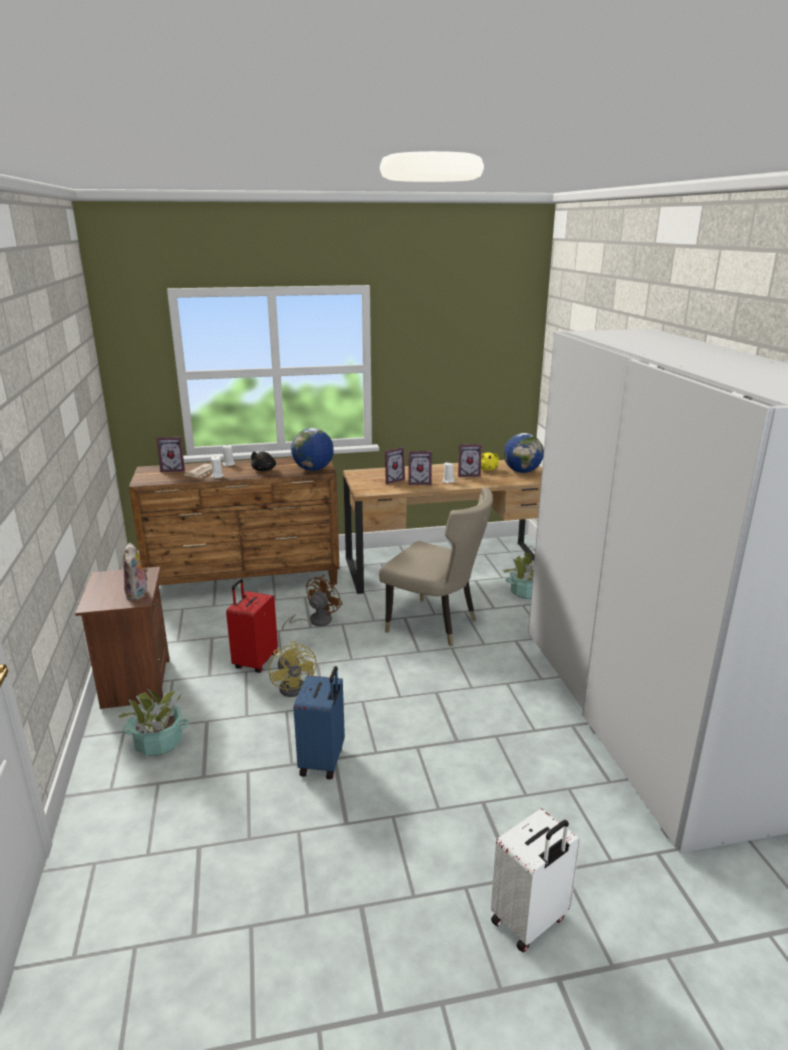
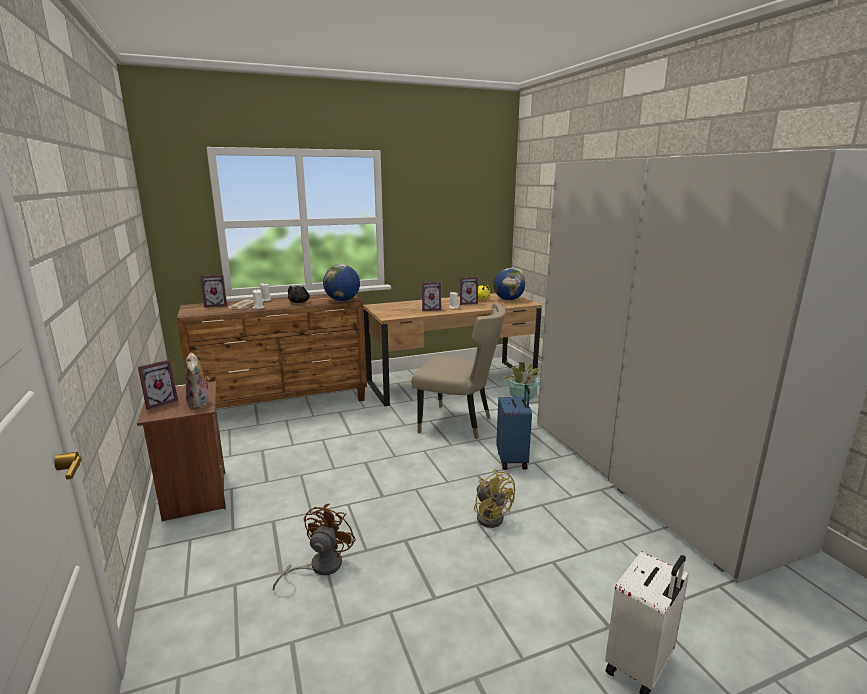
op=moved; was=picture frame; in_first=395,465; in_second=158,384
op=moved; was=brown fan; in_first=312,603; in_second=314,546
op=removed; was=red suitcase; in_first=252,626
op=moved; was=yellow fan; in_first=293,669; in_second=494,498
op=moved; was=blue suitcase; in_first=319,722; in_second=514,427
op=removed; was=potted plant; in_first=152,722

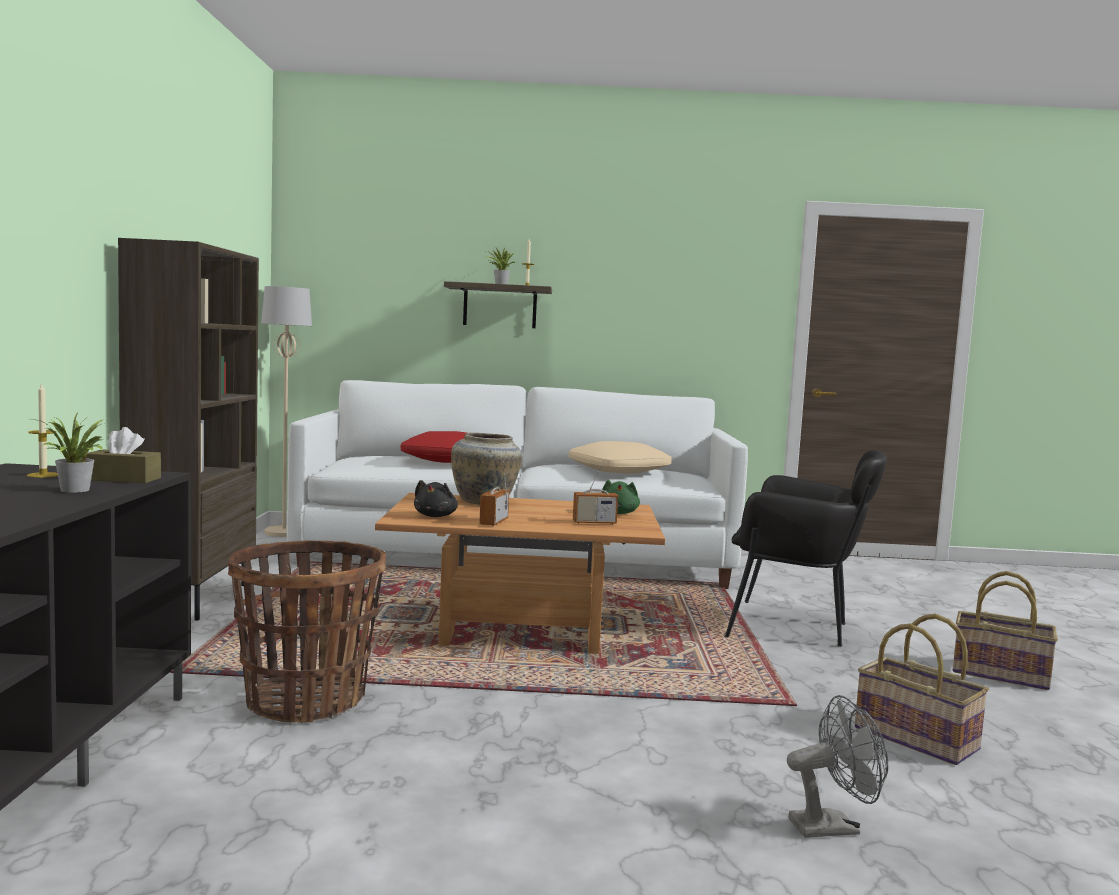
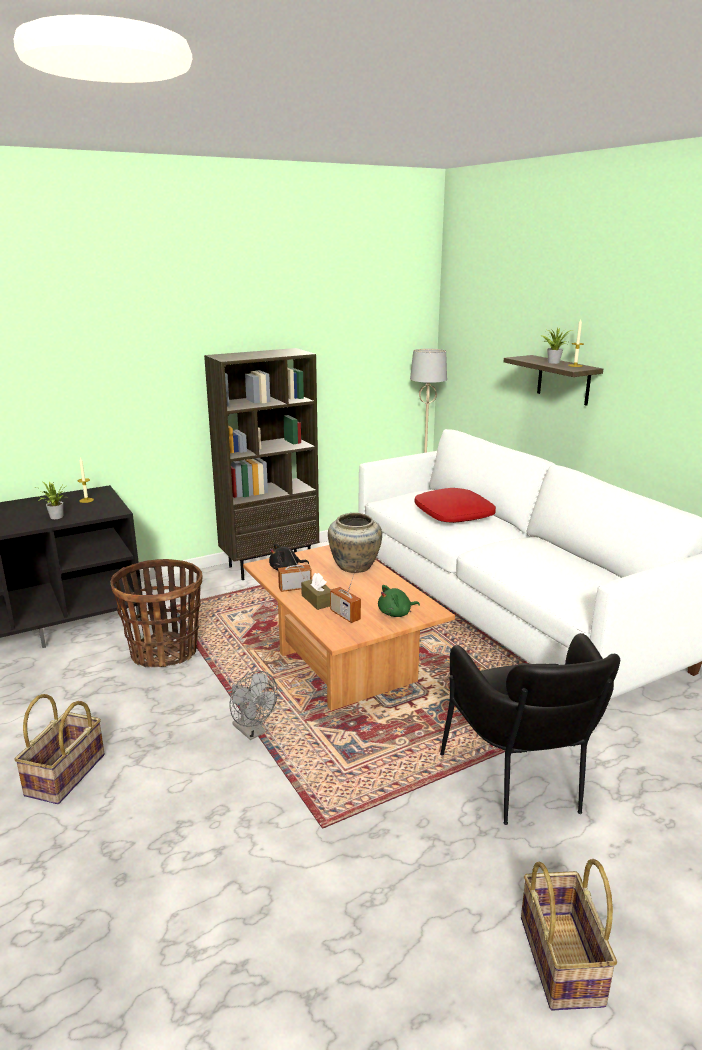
op=moved; was=brown tissue box; in_first=123,455; in_second=316,591
op=removed; was=beige pillow; in_first=620,457
op=moved; was=basket; in_first=922,689; in_second=59,749
op=moved; was=grey fan; in_first=837,766; in_second=253,705

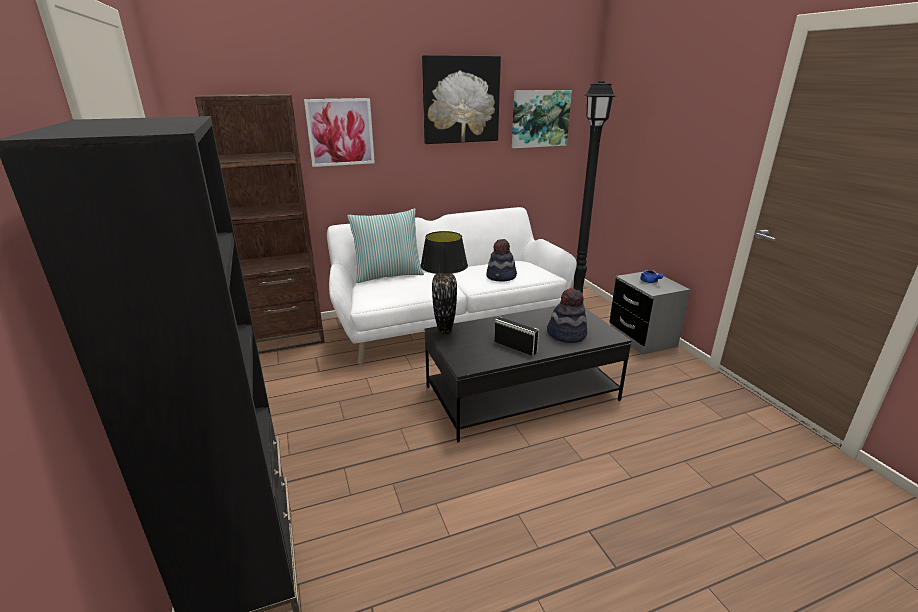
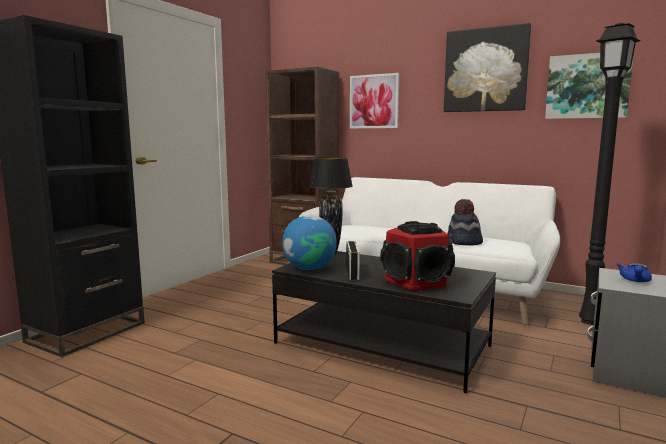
op=removed; was=pillow; in_first=385,246
op=replaced; was=hat; now=speaker; in_first=567,315; in_second=417,256
op=added; now=globe; in_second=309,243

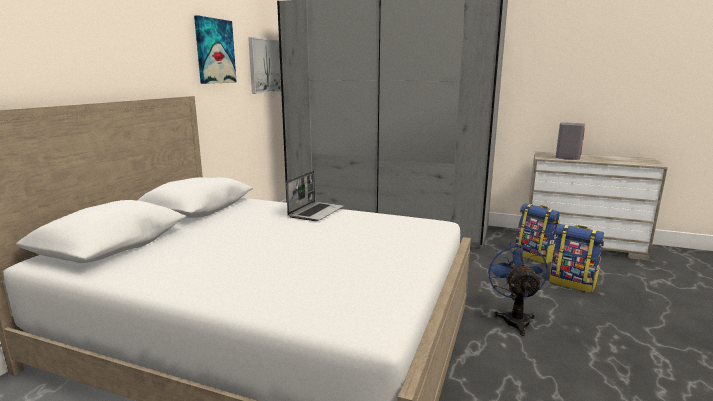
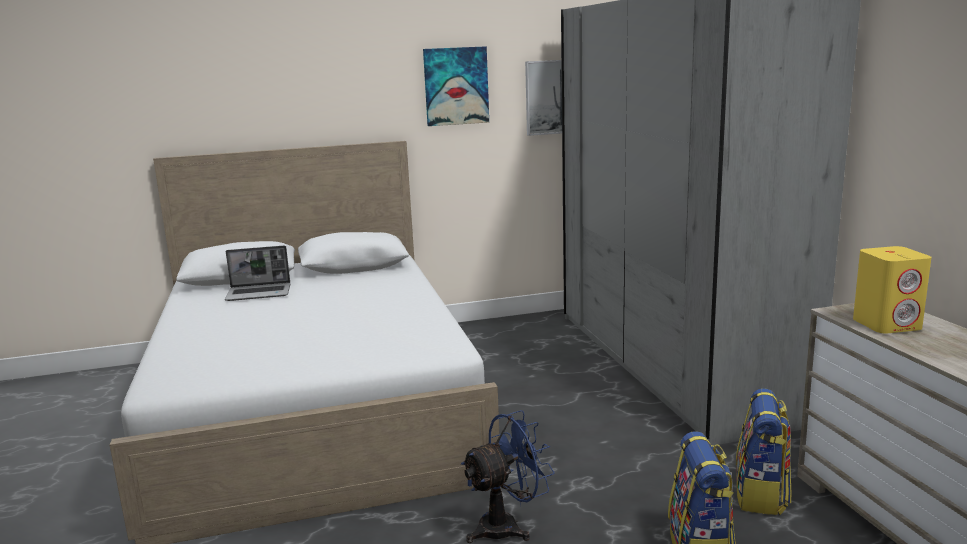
op=recoloured; was=grey speaker; now=yellow speaker; in_first=570,141; in_second=892,290
op=moved; was=laptop; in_first=315,196; in_second=258,273

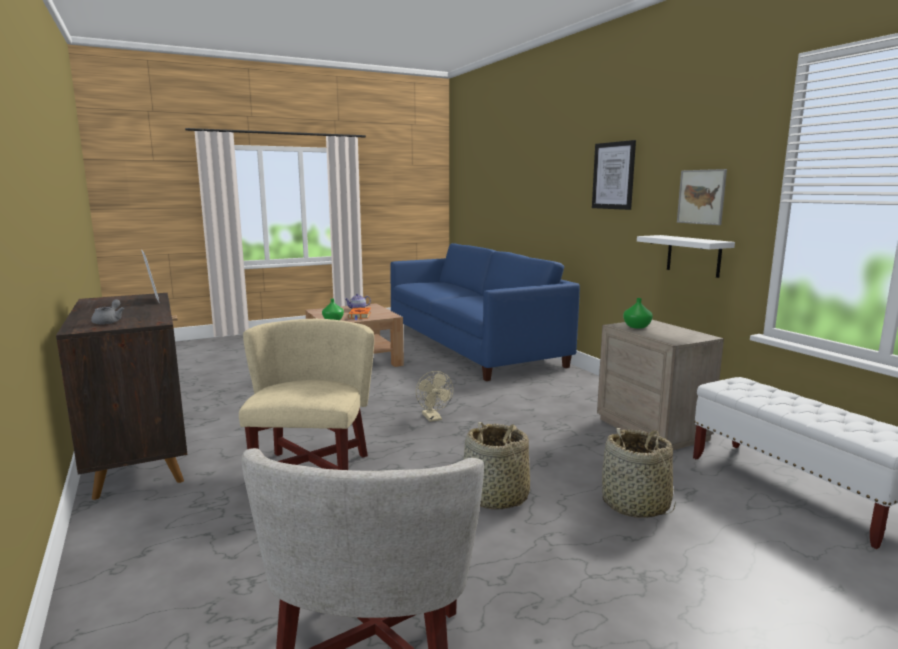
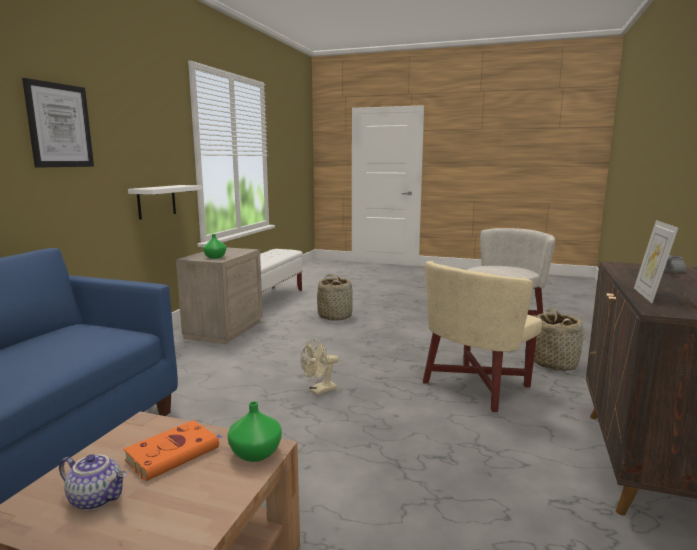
op=removed; was=picture; in_first=702,197
op=turned; was=beige fan; in_first=434,396; in_second=320,367; clockwise=-150
op=moved; was=basket; in_first=496,466; in_second=558,340

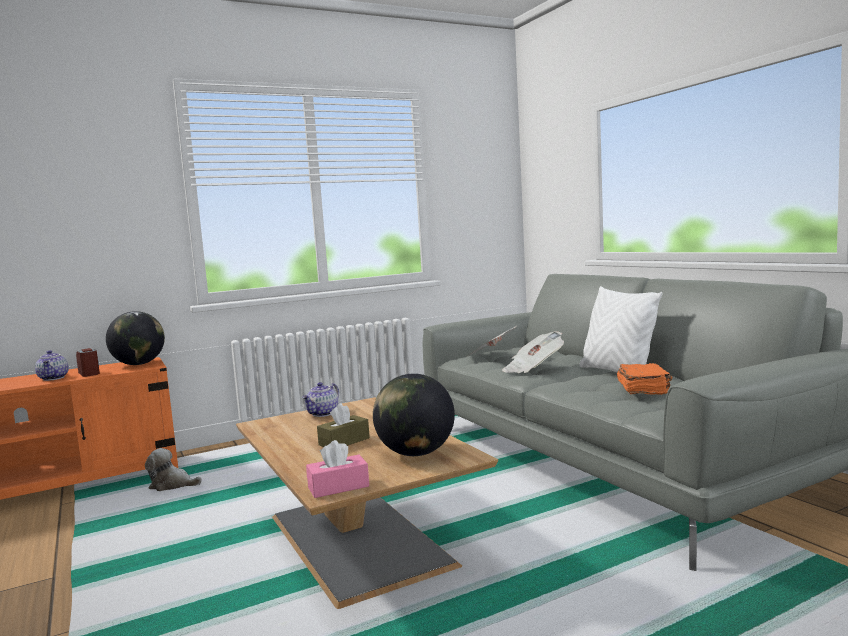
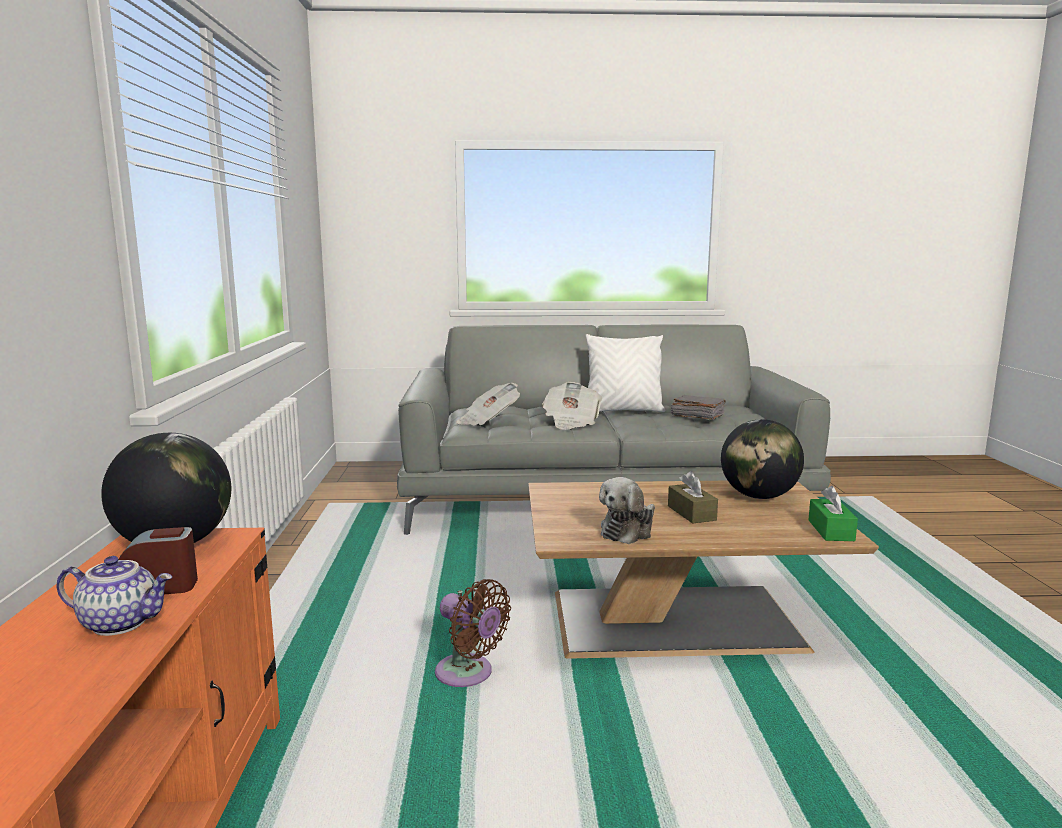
op=recoloured; was=orange book; now=grey book; in_first=645,379; in_second=698,407
op=removed; was=teapot; in_first=320,399
op=recoloured; was=pink tissue box; now=green tissue box; in_first=337,469; in_second=833,513
op=moved; was=plush toy; in_first=173,469; in_second=627,510
op=added; now=brown fan; in_second=473,633

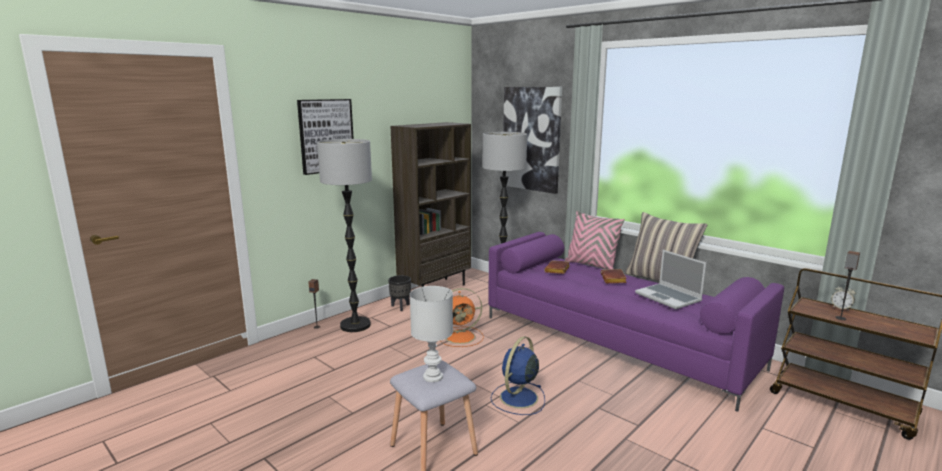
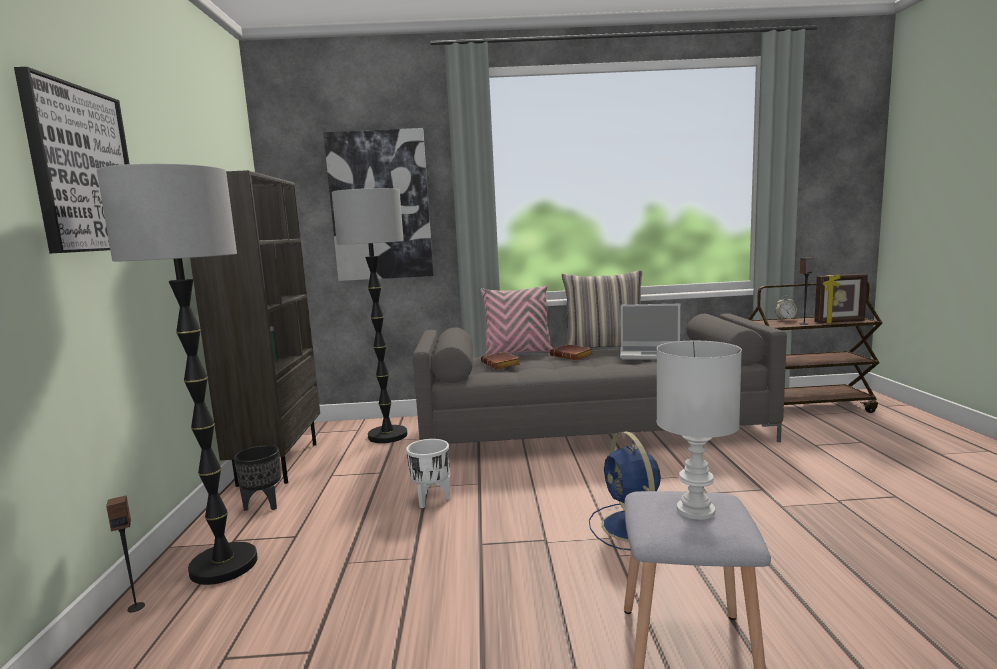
op=recoloured; was=purple sofa; now=grey sofa; in_first=636,322; in_second=600,378
op=replaced; was=orange fan; now=white planter; in_first=462,317; in_second=428,473
op=added; now=picture frame; in_second=841,299

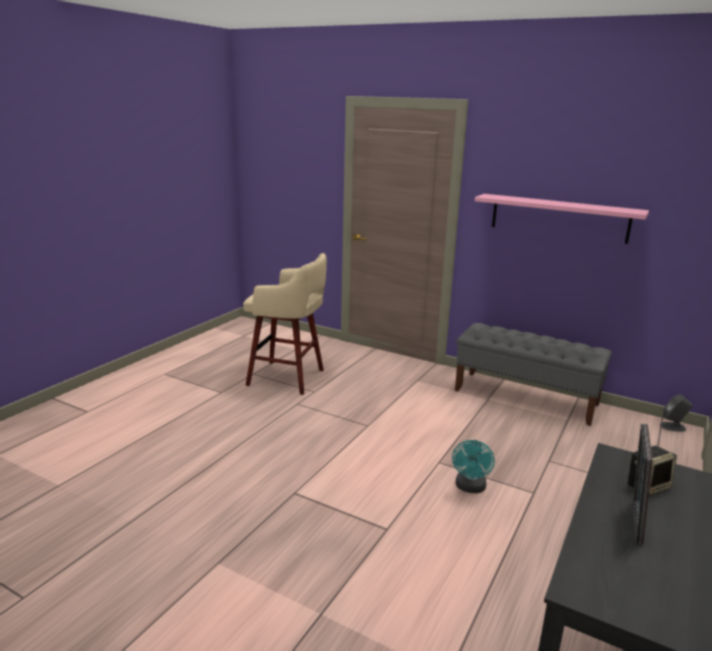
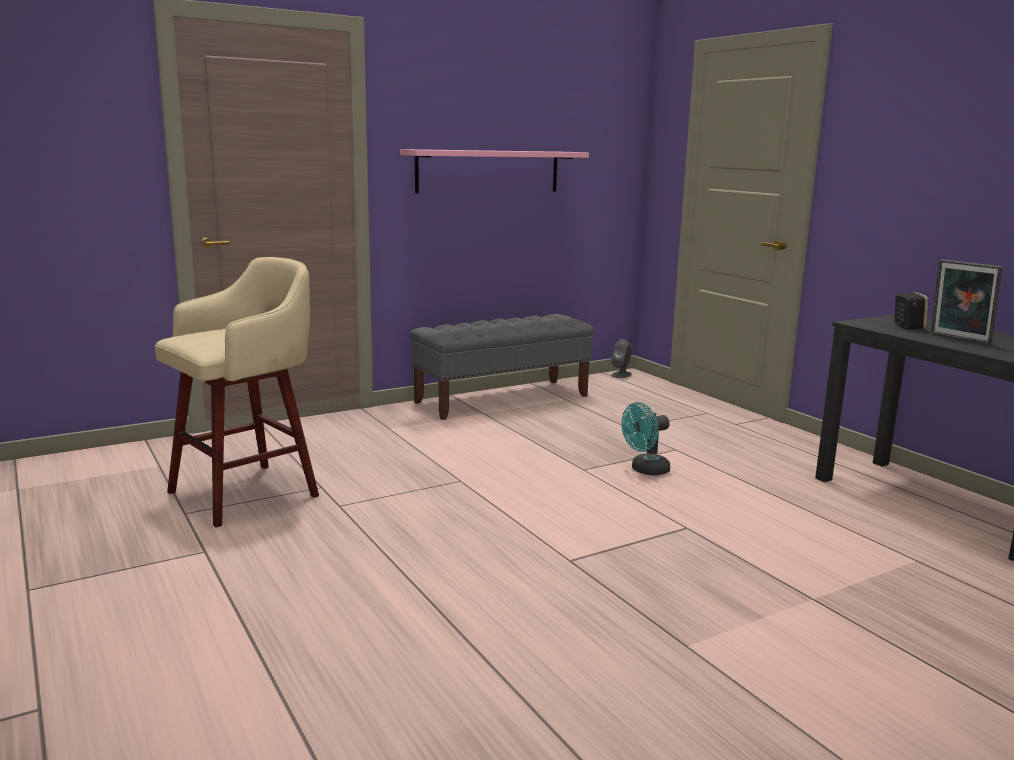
op=turned; was=turquoise fan; in_first=473,466; in_second=646,438; clockwise=105

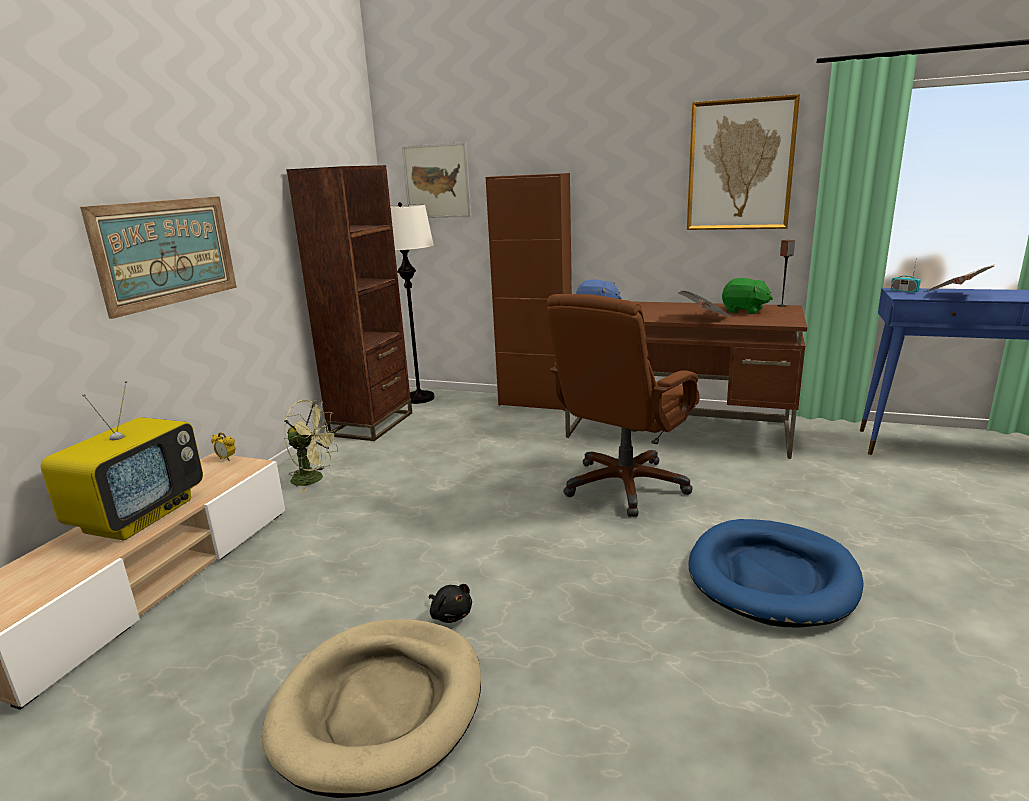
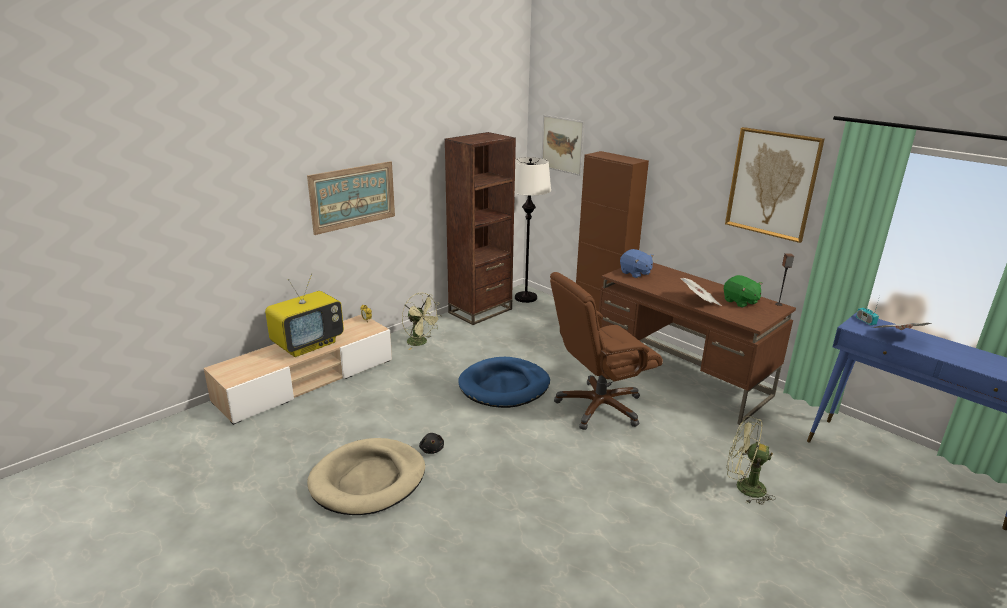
op=moved; was=blue dog bed; in_first=776,573; in_second=504,382
op=added; now=green fan; in_second=751,460

